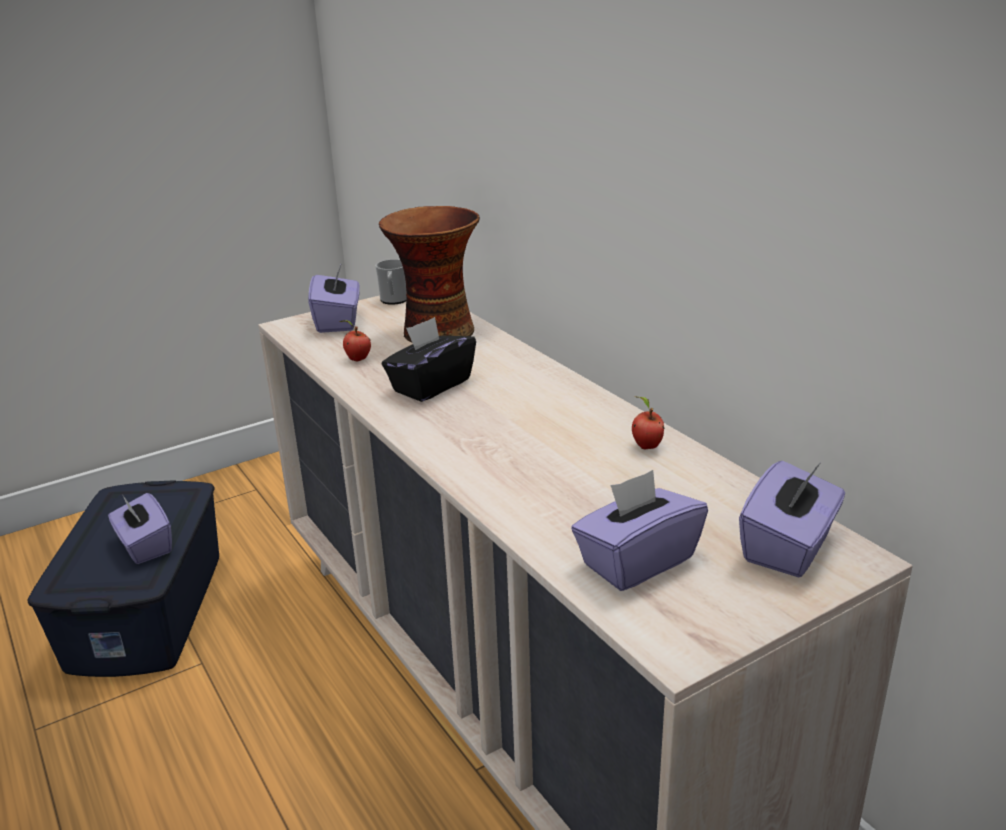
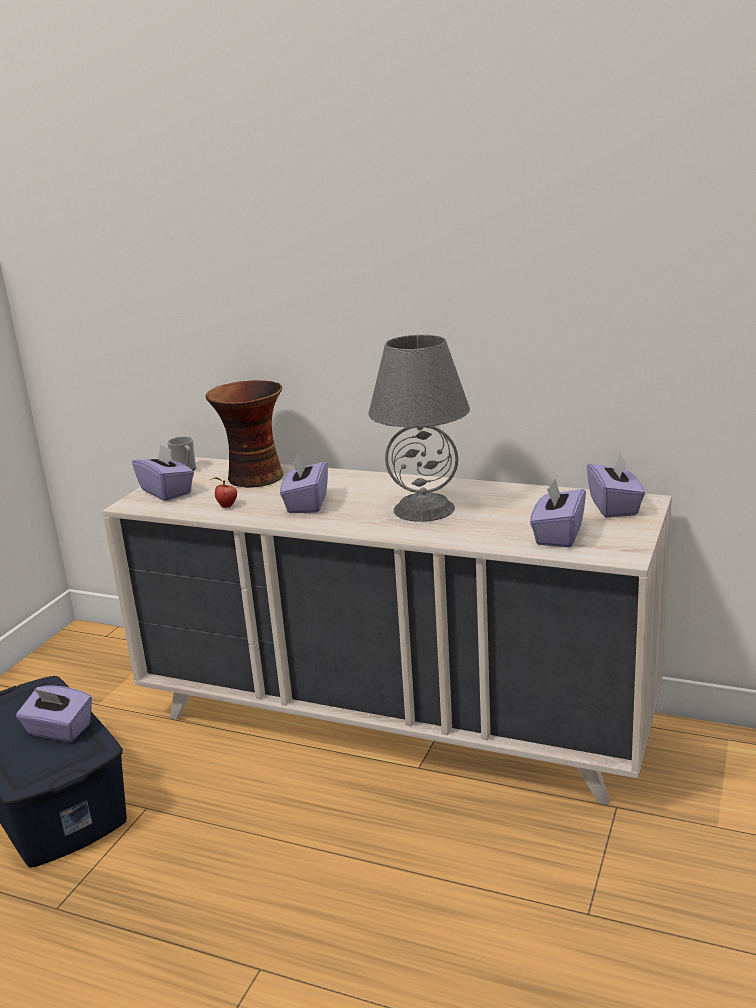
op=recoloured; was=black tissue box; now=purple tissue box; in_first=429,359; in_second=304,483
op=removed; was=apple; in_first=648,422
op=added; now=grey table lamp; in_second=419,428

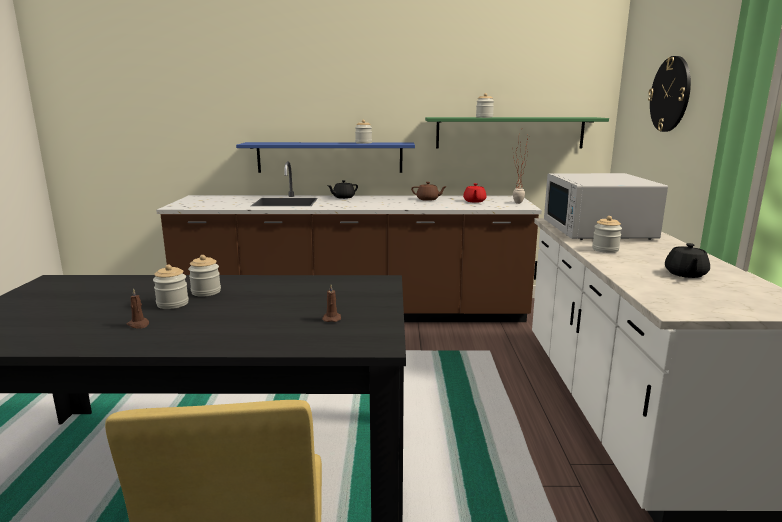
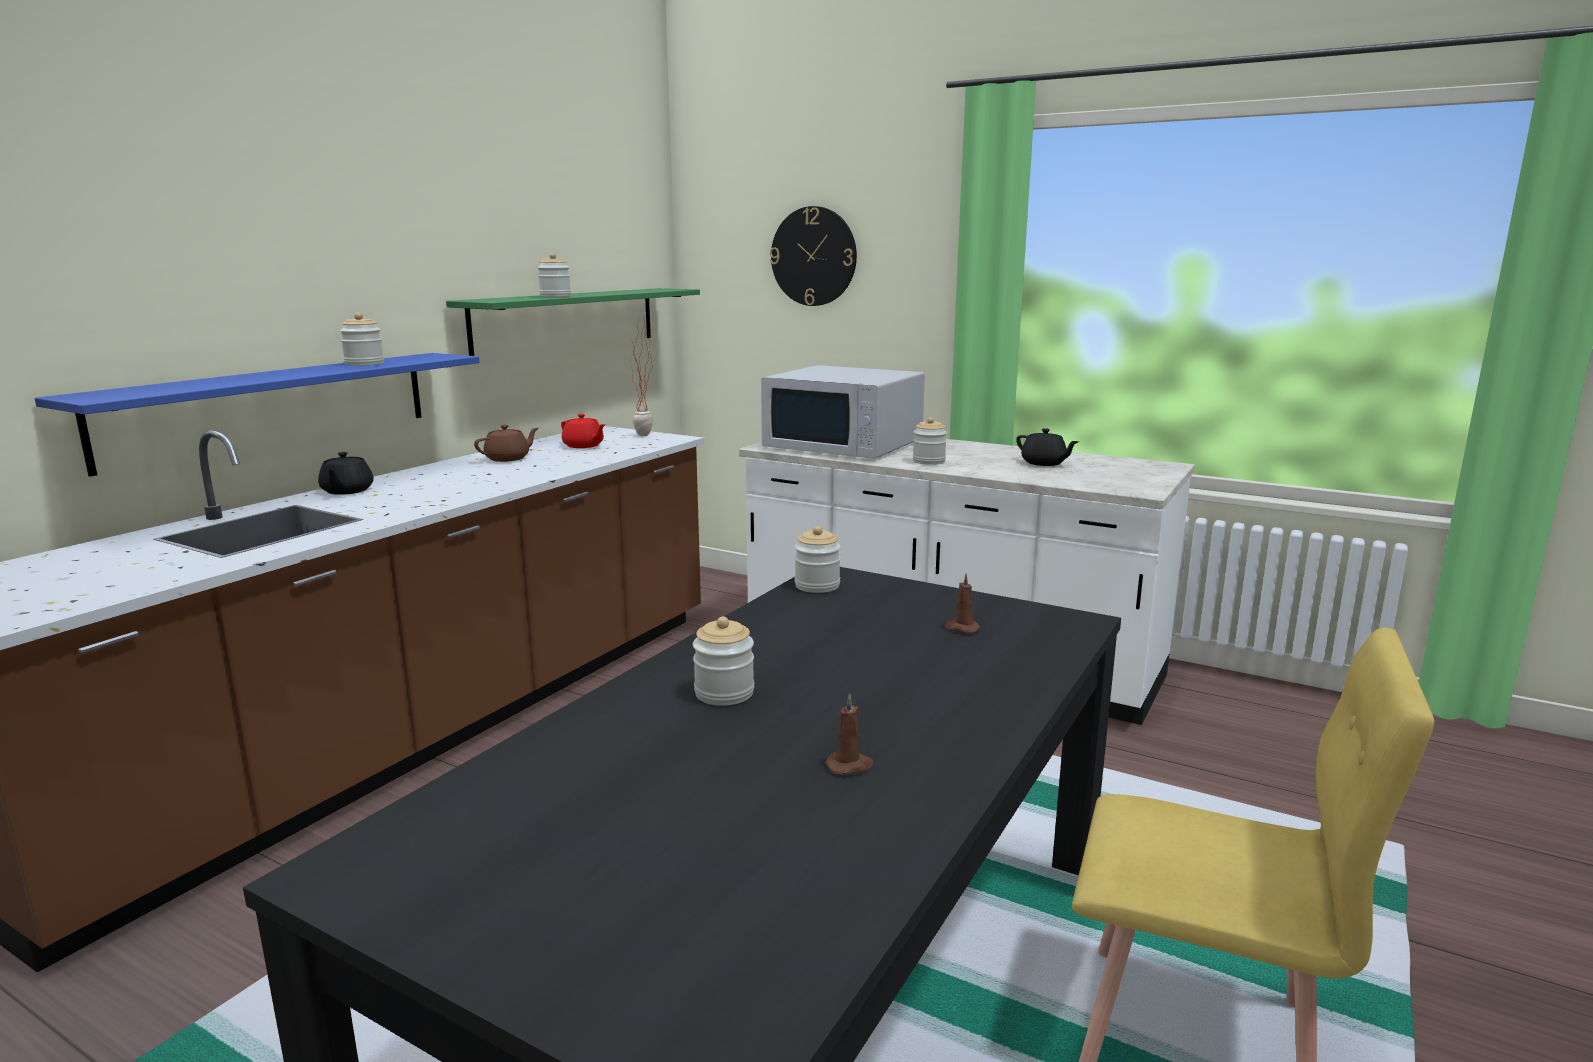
op=moved; was=jar; in_first=171,286; in_second=818,559

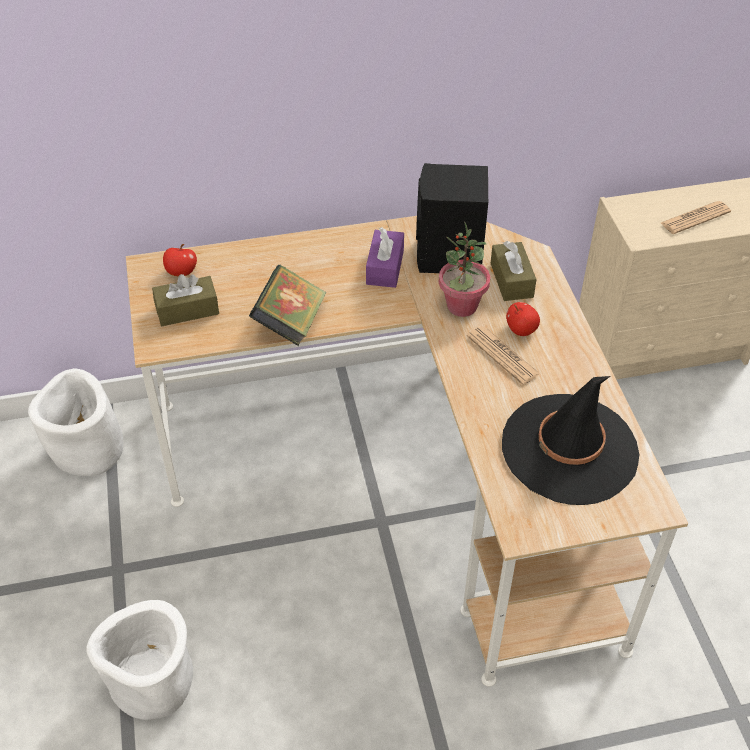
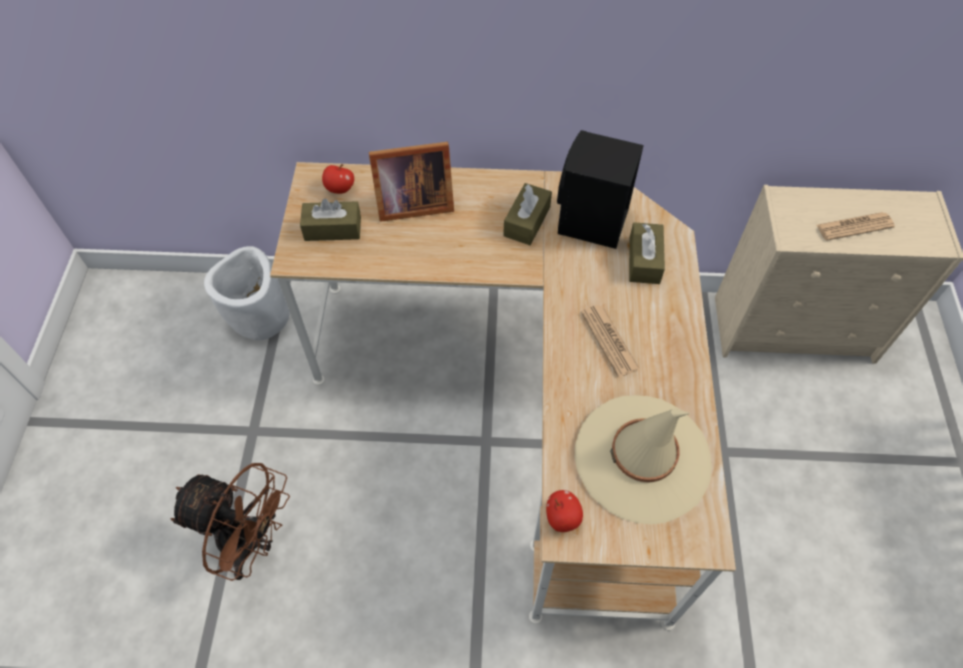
op=removed; was=potted plant; in_first=464,269
op=recoloured; was=purple tissue box; now=brown tissue box; in_first=385,257; in_second=527,214
op=removed; was=book; in_first=287,305
op=moved; was=apple; in_first=523,319; in_second=564,511
op=recoloured; was=black hat; now=beige hat; in_first=571,440; in_second=643,459
op=replaced; was=white planter; now=brown fan; in_first=139,660; in_second=230,522
op=added; now=picture frame; in_second=411,182

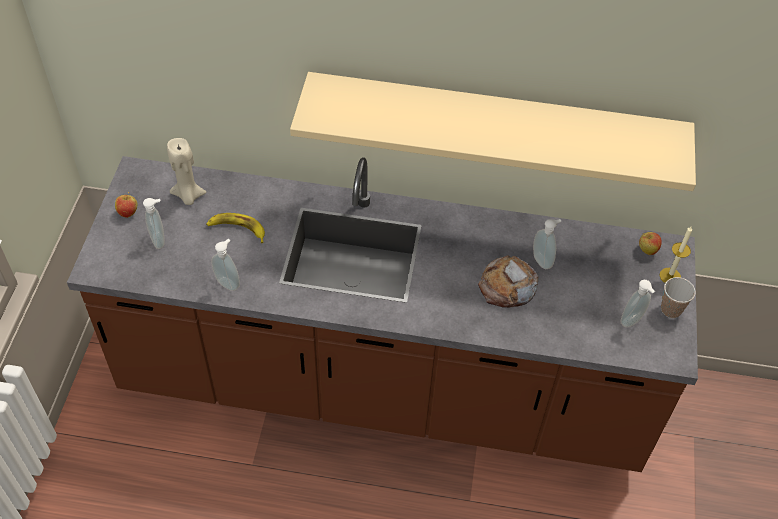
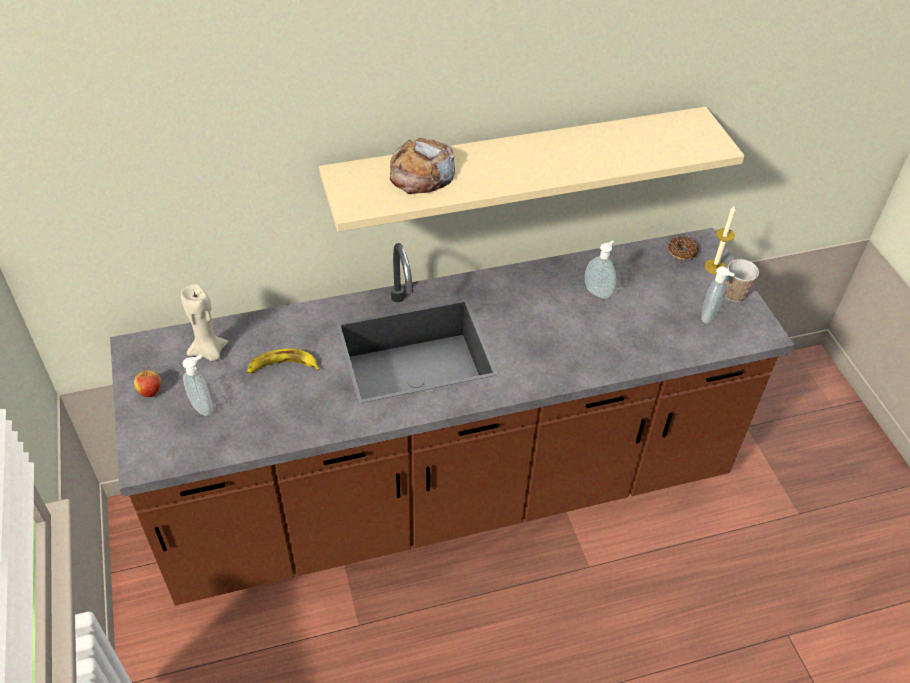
op=replaced; was=apple; now=donut; in_first=650,243; in_second=683,248
op=removed; was=soap dispenser; in_first=225,265
op=moved; was=bread; in_first=508,281; in_second=422,166

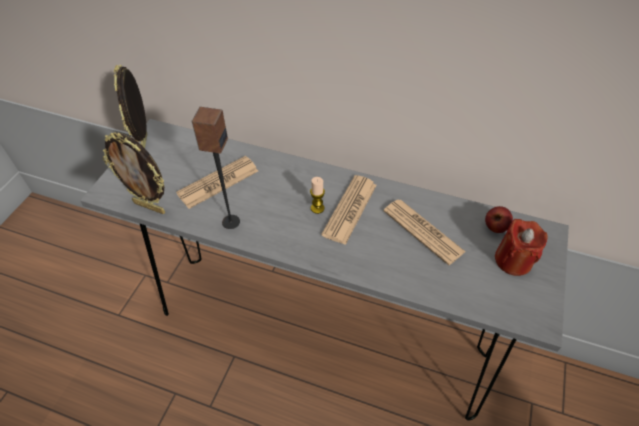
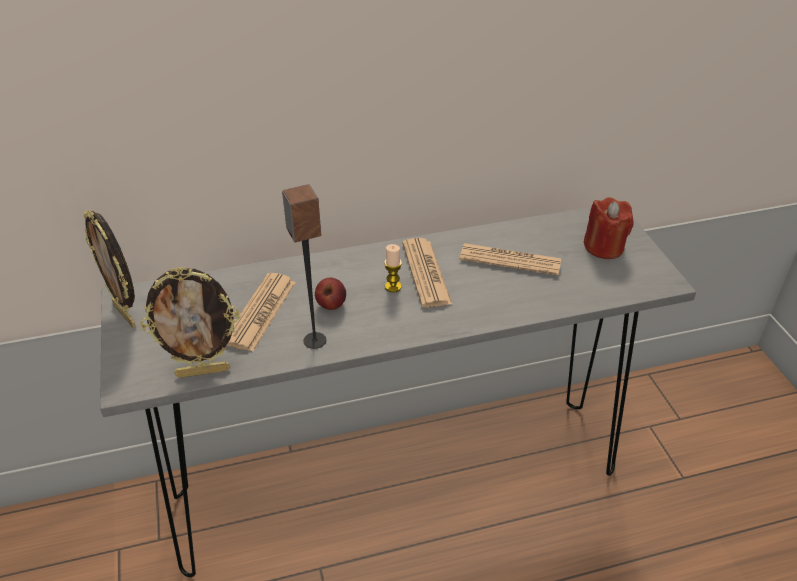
op=moved; was=apple; in_first=499,219; in_second=330,294

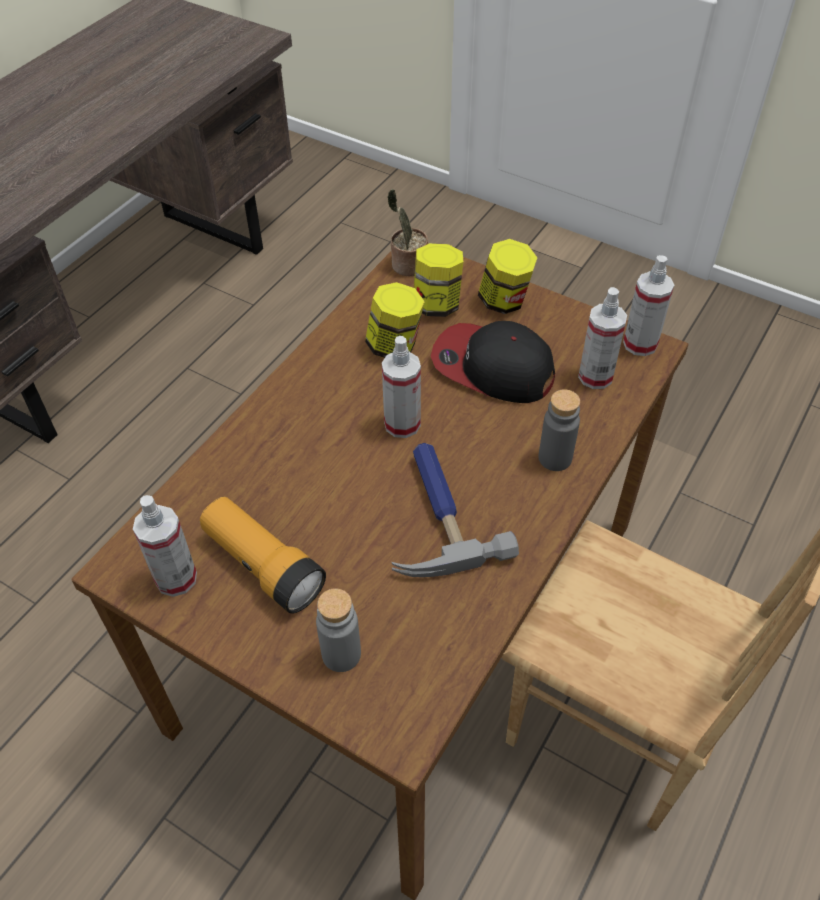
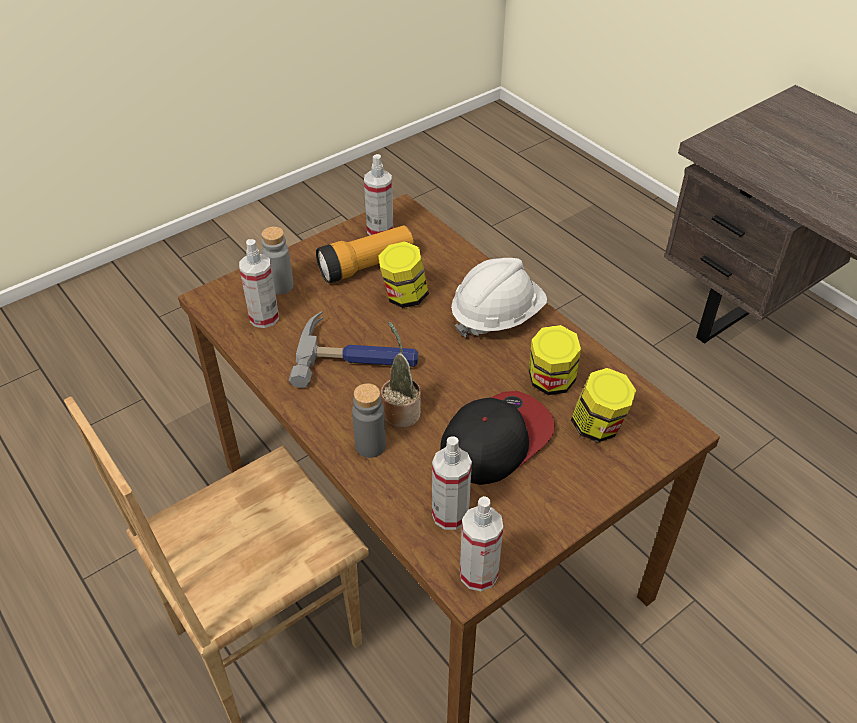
op=moved; was=potted plant; in_first=408,232; in_second=401,374
op=moved; was=jar; in_first=507,276; in_second=403,274
op=moved; was=spray bottle; in_first=401,387; in_second=259,283
op=added; now=white hard hat; in_second=499,298

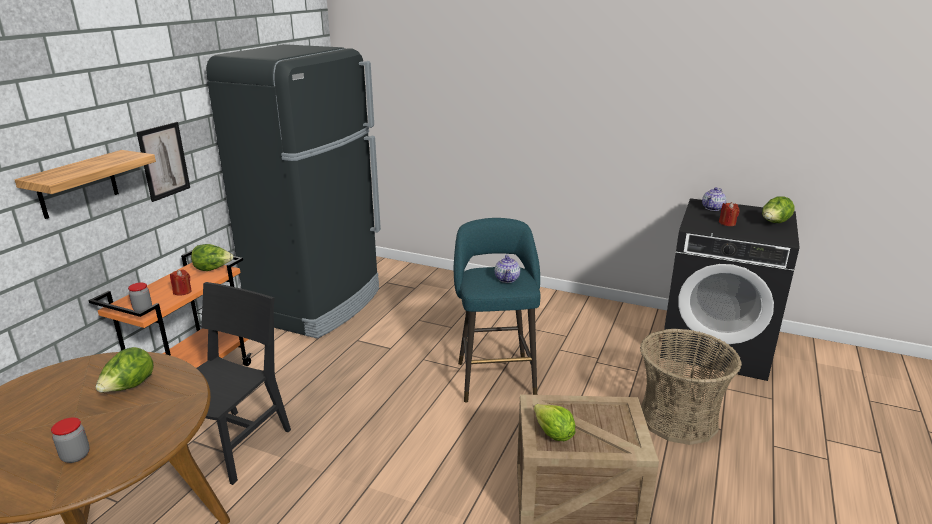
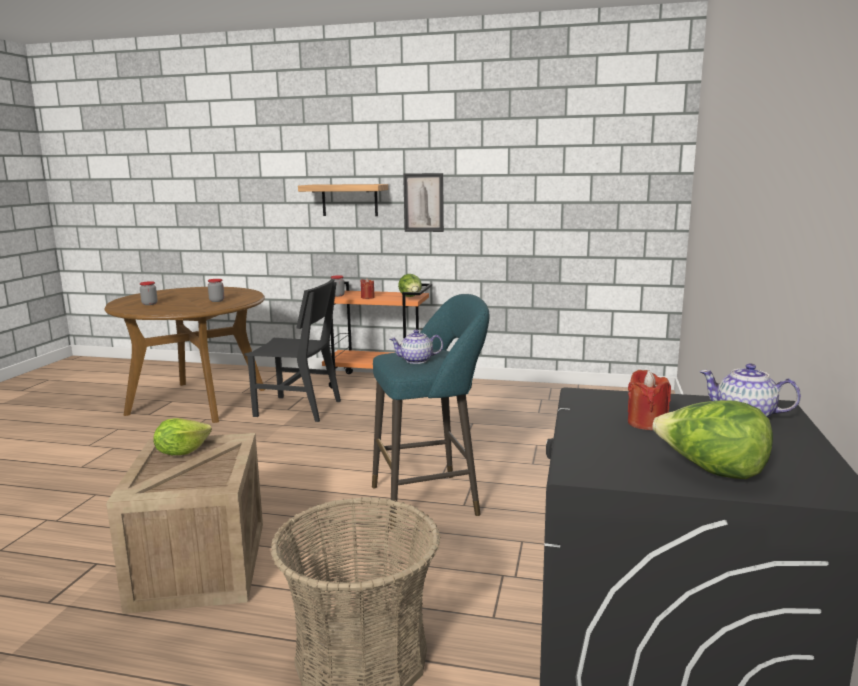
op=removed; was=black fridge; in_first=293,191
op=replaced; was=lettuce; now=jar; in_first=124,369; in_second=216,290

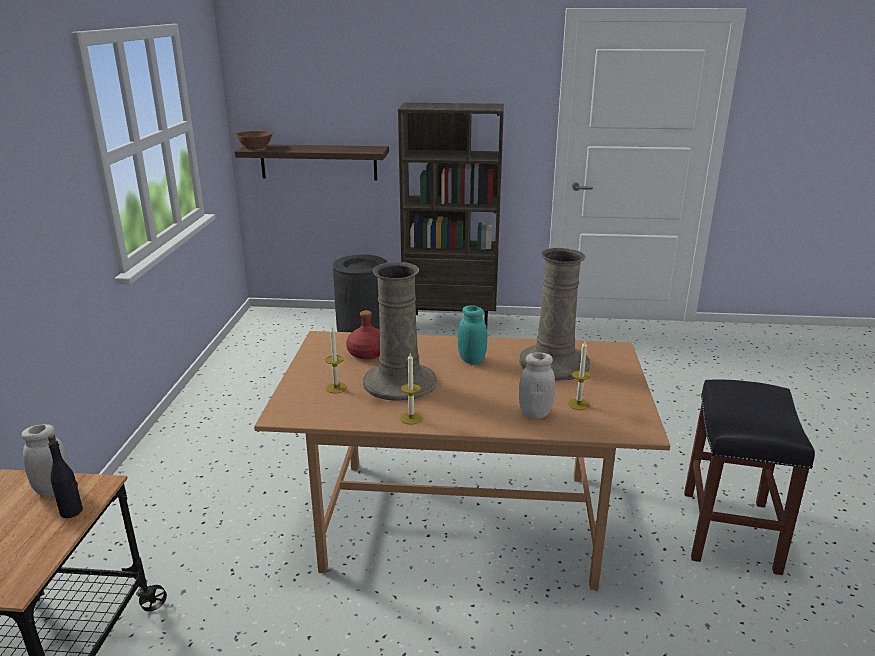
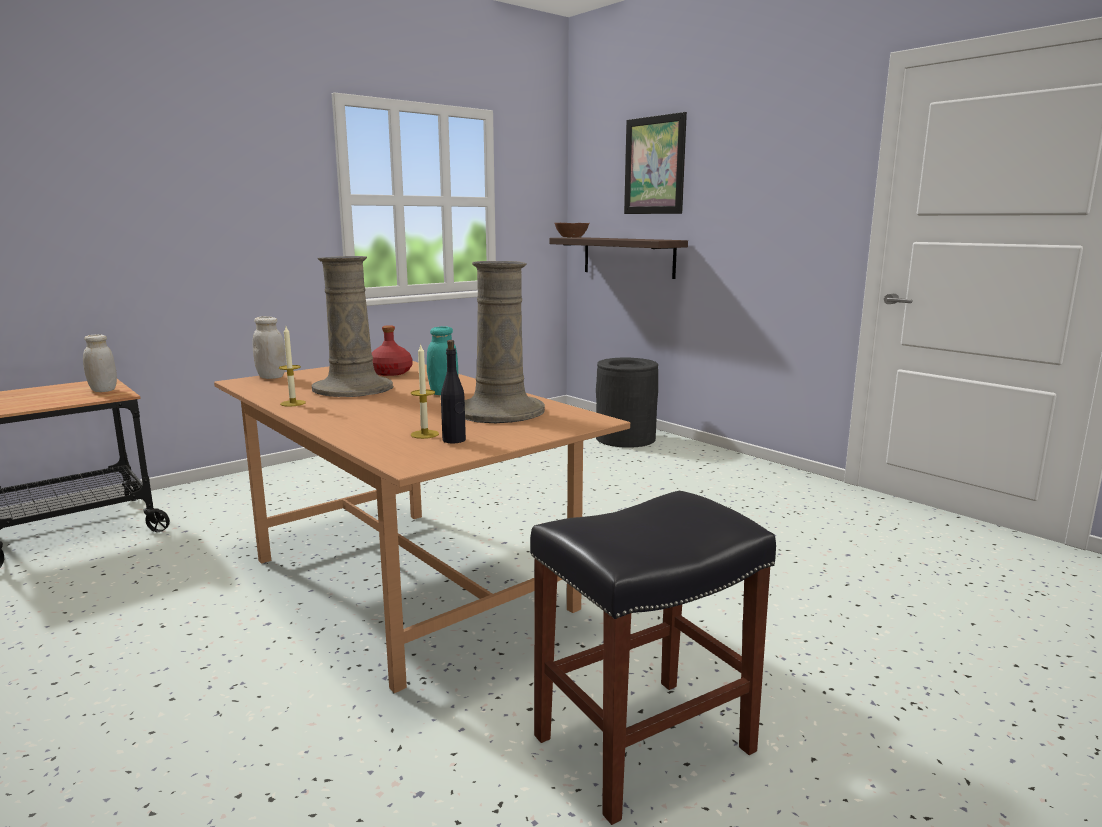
op=removed; was=brown bookcase; in_first=451,215
op=removed; was=candle; in_first=336,360
op=moved; was=white jar; in_first=537,386; in_second=269,347
op=moved; was=black bottle; in_first=65,476; in_second=453,392
op=added; now=picture; in_second=655,163

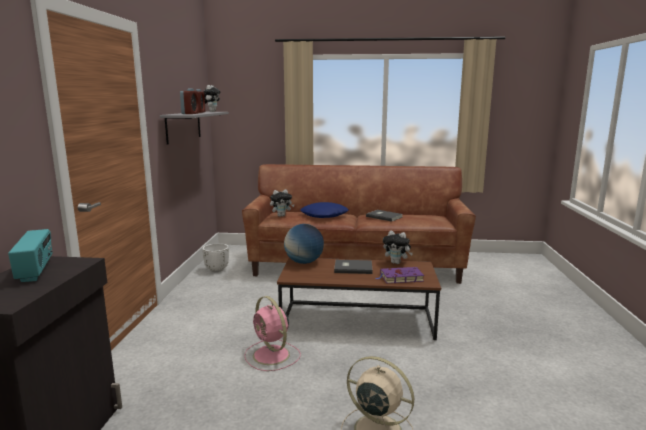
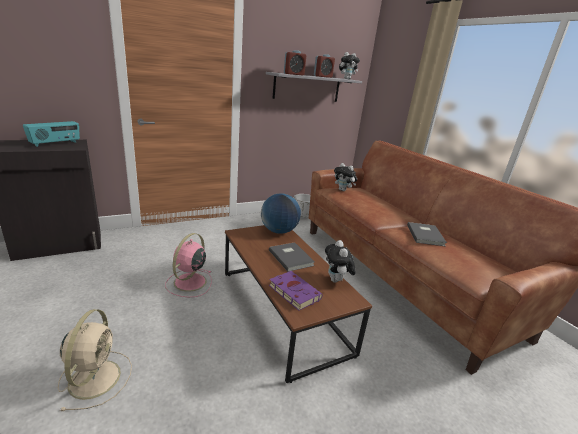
op=removed; was=blue pillow; in_first=324,210

